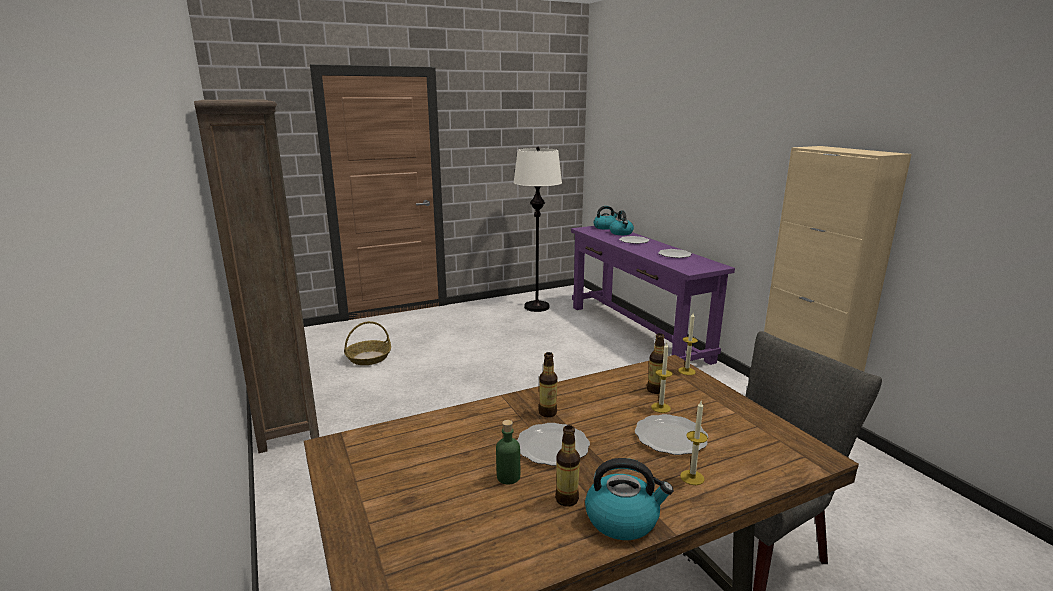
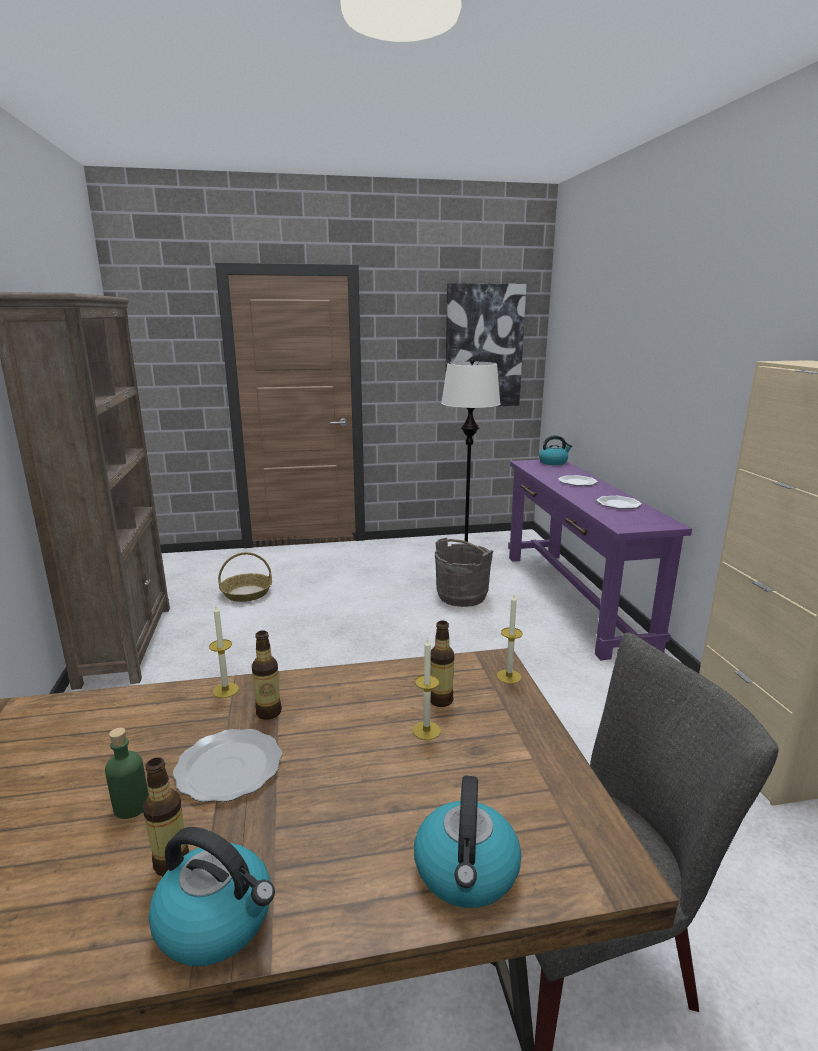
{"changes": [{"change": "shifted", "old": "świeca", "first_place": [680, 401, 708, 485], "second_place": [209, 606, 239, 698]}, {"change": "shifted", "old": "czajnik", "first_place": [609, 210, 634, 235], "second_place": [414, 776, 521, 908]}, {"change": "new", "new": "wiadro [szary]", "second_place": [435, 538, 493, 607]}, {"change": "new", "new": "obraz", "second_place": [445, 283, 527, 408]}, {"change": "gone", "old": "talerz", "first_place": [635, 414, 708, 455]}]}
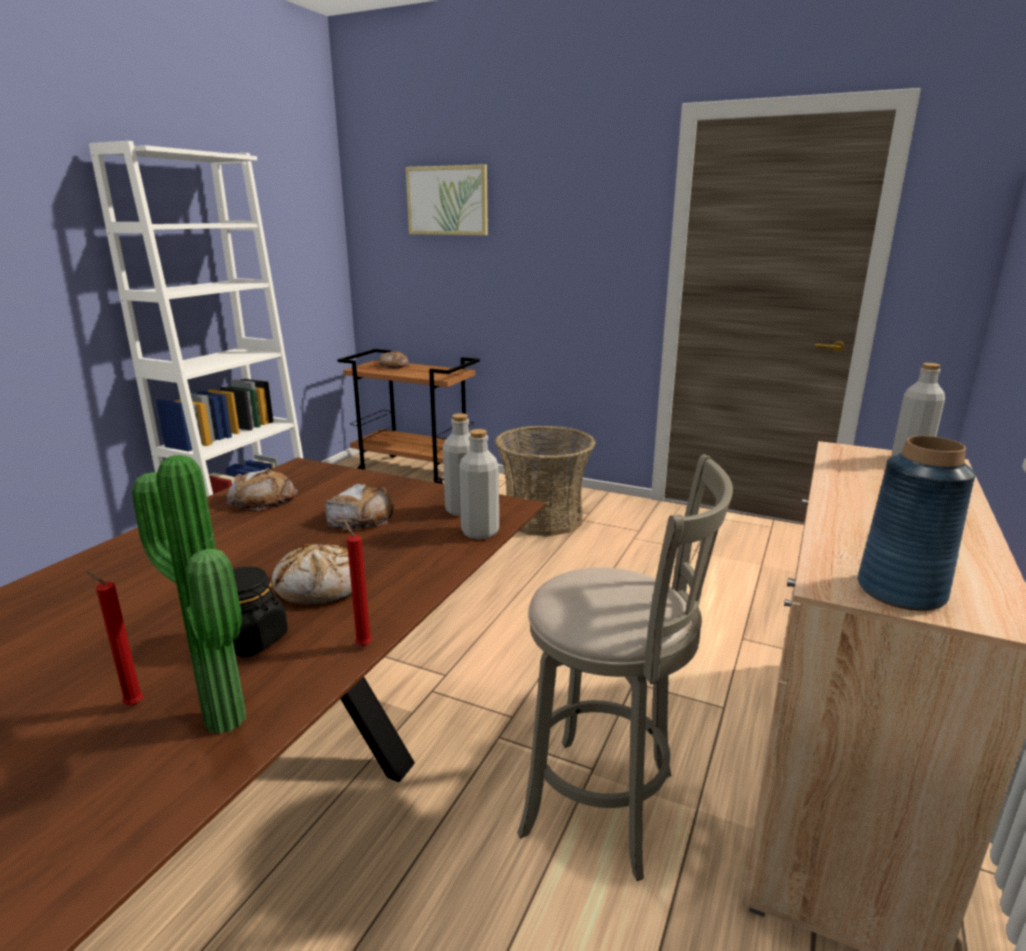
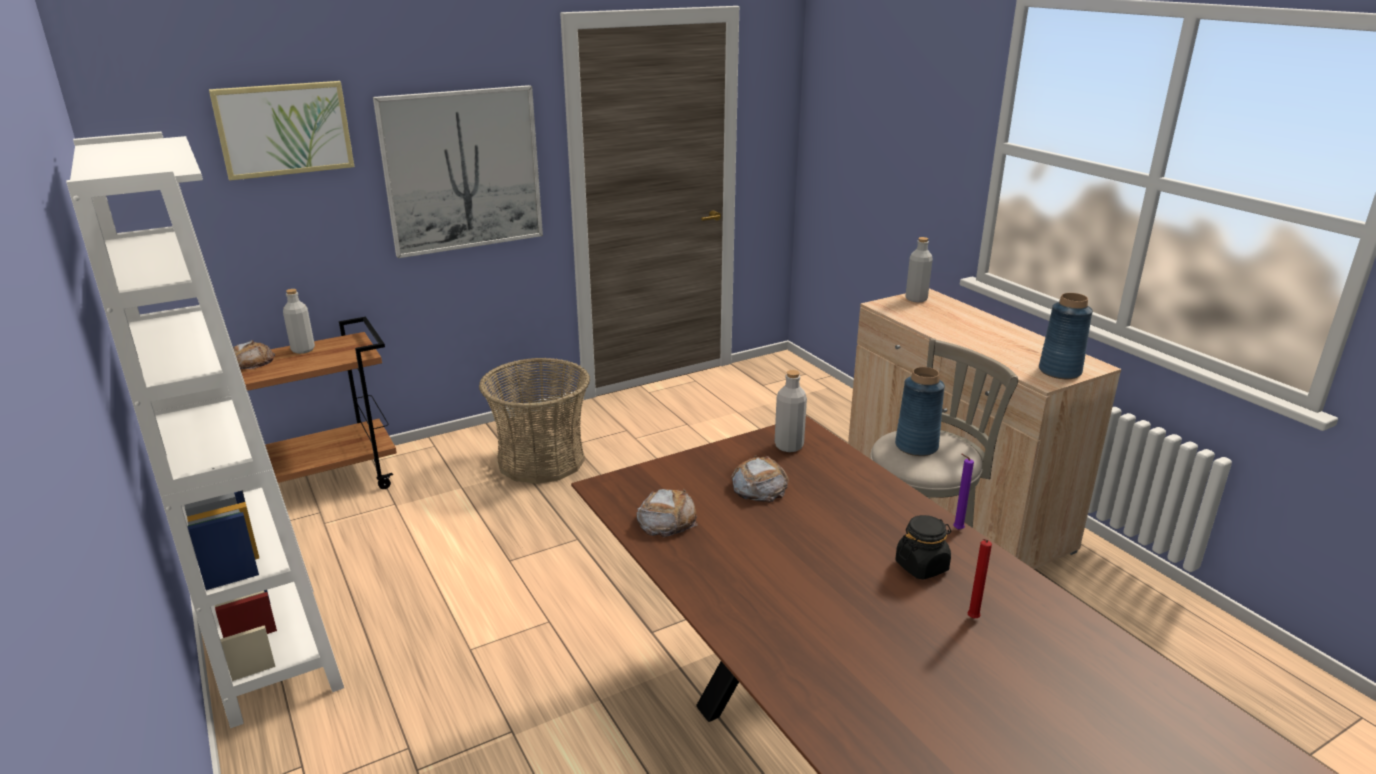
{"changes": [{"change": "shifted", "old": "butelka [szary]", "first_place": [459, 429, 499, 539], "second_place": [283, 289, 315, 354]}, {"change": "new", "new": "obraz", "second_place": [373, 85, 543, 258]}, {"change": "new", "new": "wazon [niebieski]", "second_place": [895, 367, 945, 456]}, {"change": "repainted", "old": "świeca [czerwony]", "new": "świeca [fioletowy]", "first_place": [344, 521, 372, 646], "second_place": [953, 454, 974, 530]}, {"change": "gone", "old": "roślina doniczkowa", "first_place": [132, 455, 246, 734]}, {"change": "gone", "old": "chleb", "first_place": [272, 544, 352, 605]}]}
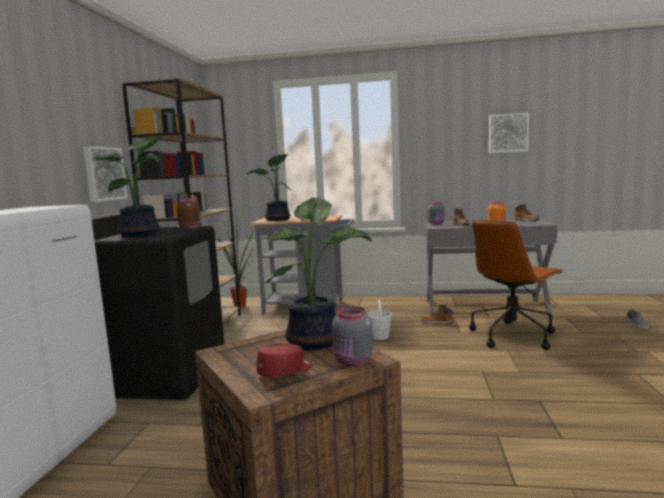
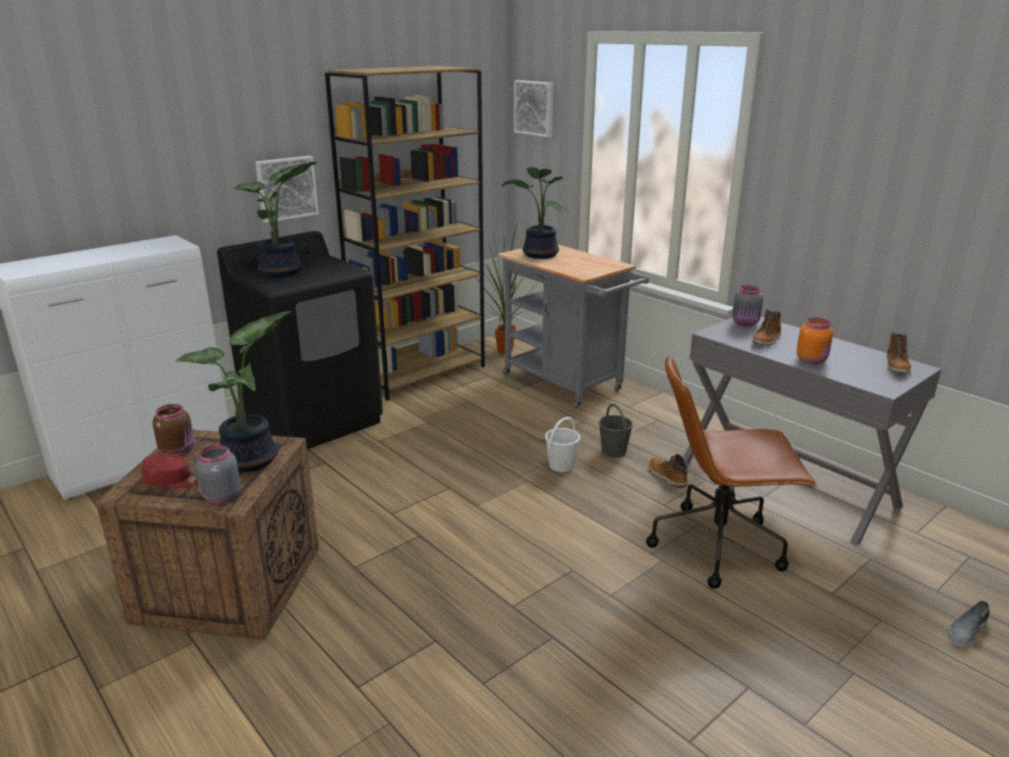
{"changes": [{"change": "shifted", "old": "słoik [brązowy]", "first_place": [177, 198, 202, 229], "second_place": [152, 404, 194, 456]}, {"change": "shifted", "old": "obraz", "first_place": [489, 113, 529, 153], "second_place": [514, 80, 553, 137]}, {"change": "new", "new": "wiadro [szary]", "second_place": [599, 403, 633, 458]}]}
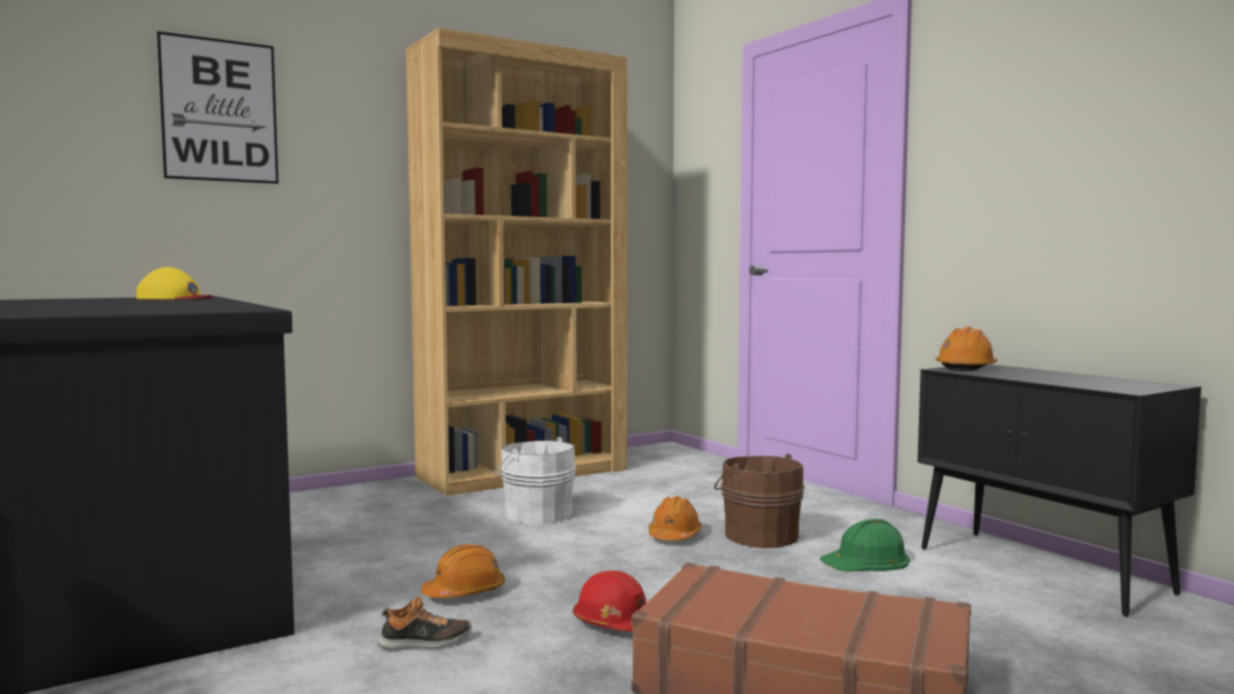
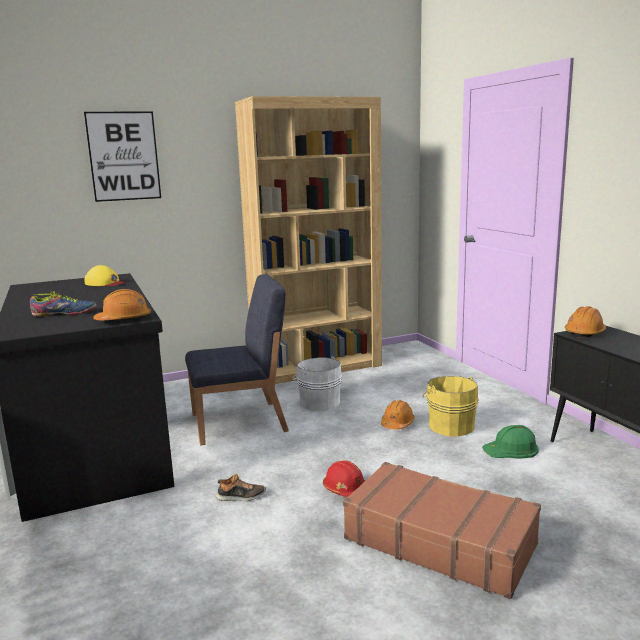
{"changes": [{"change": "new", "new": "but", "second_place": [30, 291, 97, 317]}, {"change": "shifted", "old": "kask [pomarańczowy]", "first_place": [421, 544, 505, 598], "second_place": [93, 289, 151, 320]}, {"change": "new", "new": "krzesło [niebieski]", "second_place": [185, 274, 289, 446]}, {"change": "repainted", "old": "wiadro [brązowy]", "new": "wiadro [żółty]", "first_place": [714, 454, 805, 548], "second_place": [422, 376, 479, 437]}]}
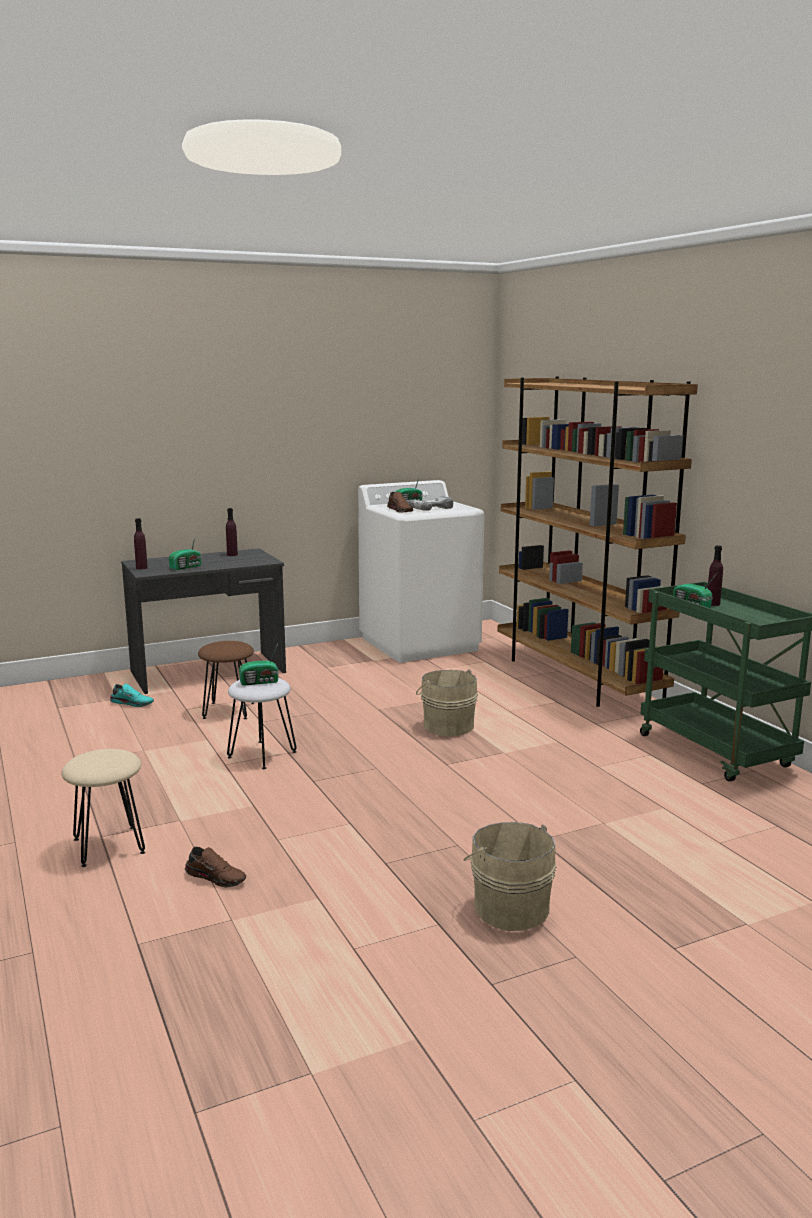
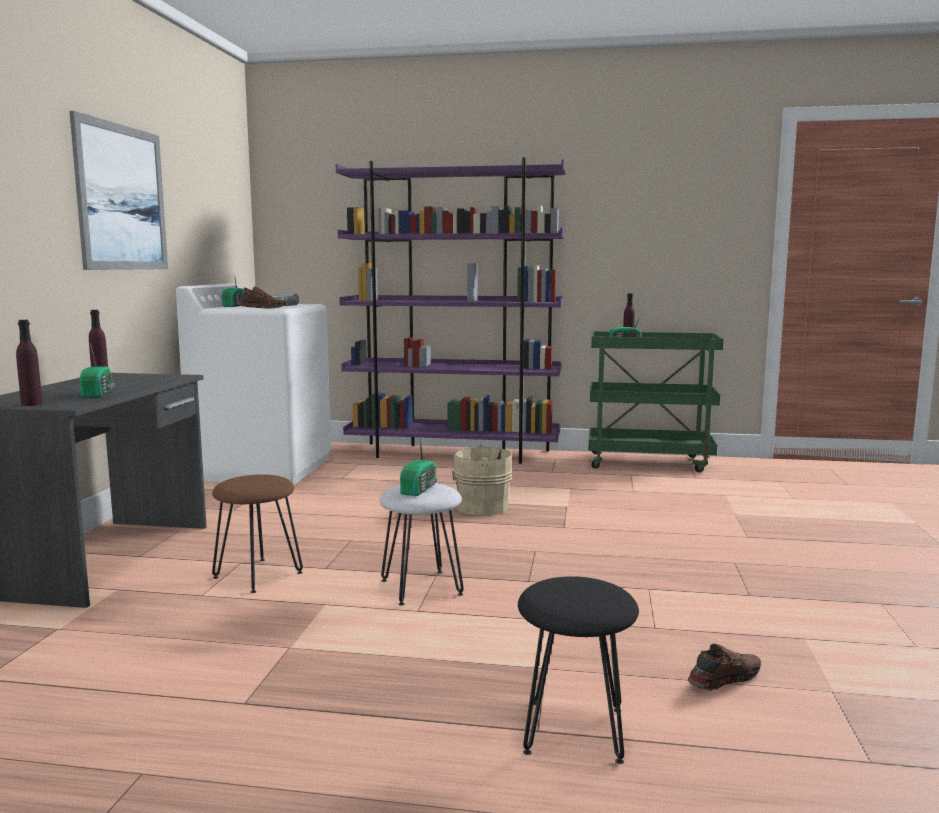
{"changes": [{"change": "new", "new": "obraz", "second_place": [69, 111, 168, 270]}, {"change": "repainted", "old": "regał [brązowy]", "new": "regał [fioletowy]", "first_place": [497, 376, 698, 707], "second_place": [336, 158, 566, 464]}, {"change": "repainted", "old": "stołek [beżowy]", "new": "stołek [czarny]", "first_place": [61, 749, 145, 867], "second_place": [518, 576, 639, 764]}, {"change": "gone", "old": "but [turkusowy]", "first_place": [110, 683, 154, 707]}, {"change": "gone", "old": "wiadro [beżowy]", "first_place": [463, 822, 557, 931]}]}
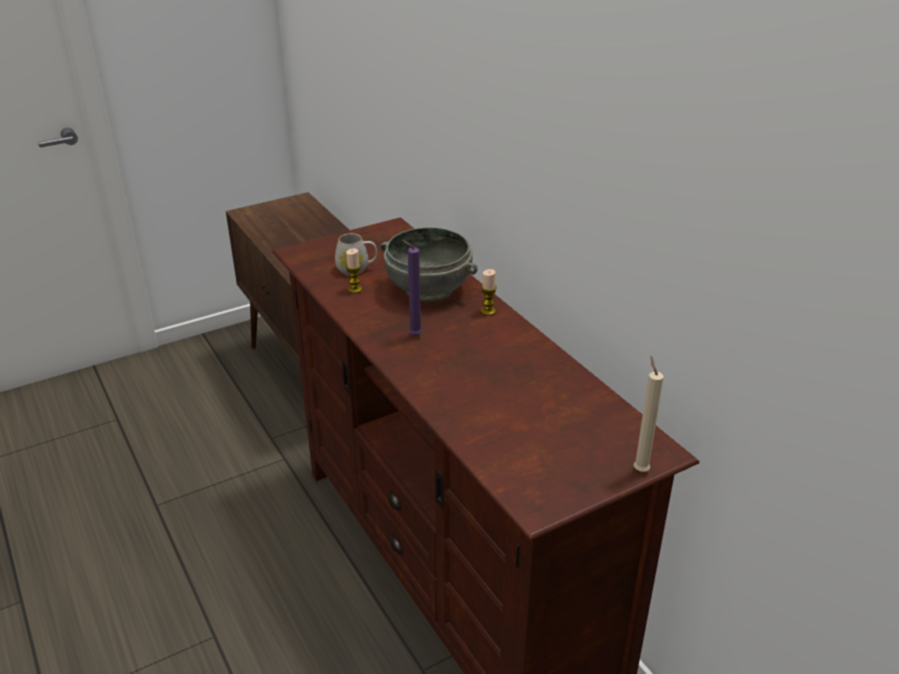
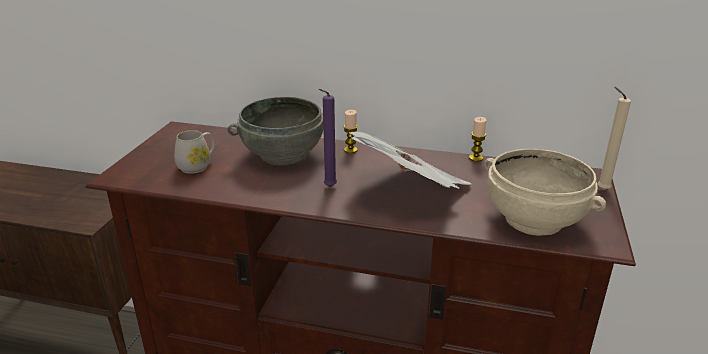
{"changes": [{"change": "new", "new": "gazeta", "second_place": [349, 132, 471, 189]}, {"change": "shifted", "old": "świeca", "first_place": [346, 249, 362, 293], "second_place": [469, 117, 486, 162]}, {"change": "new", "new": "miska [beżowy]", "second_place": [484, 149, 606, 236]}]}
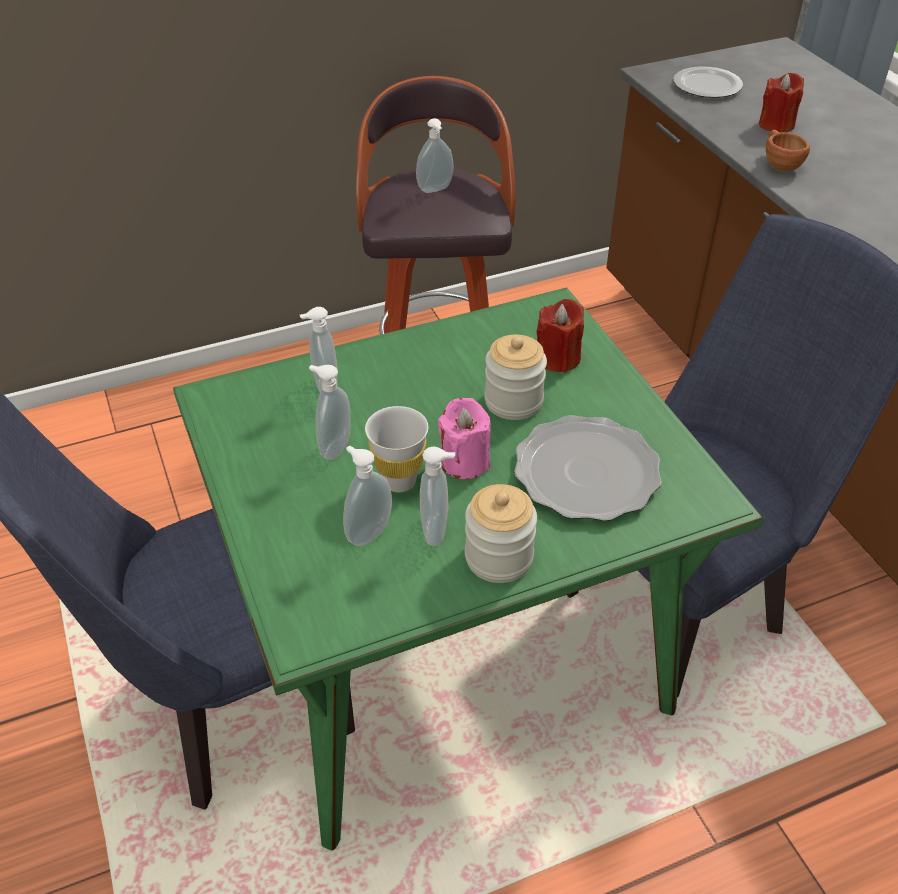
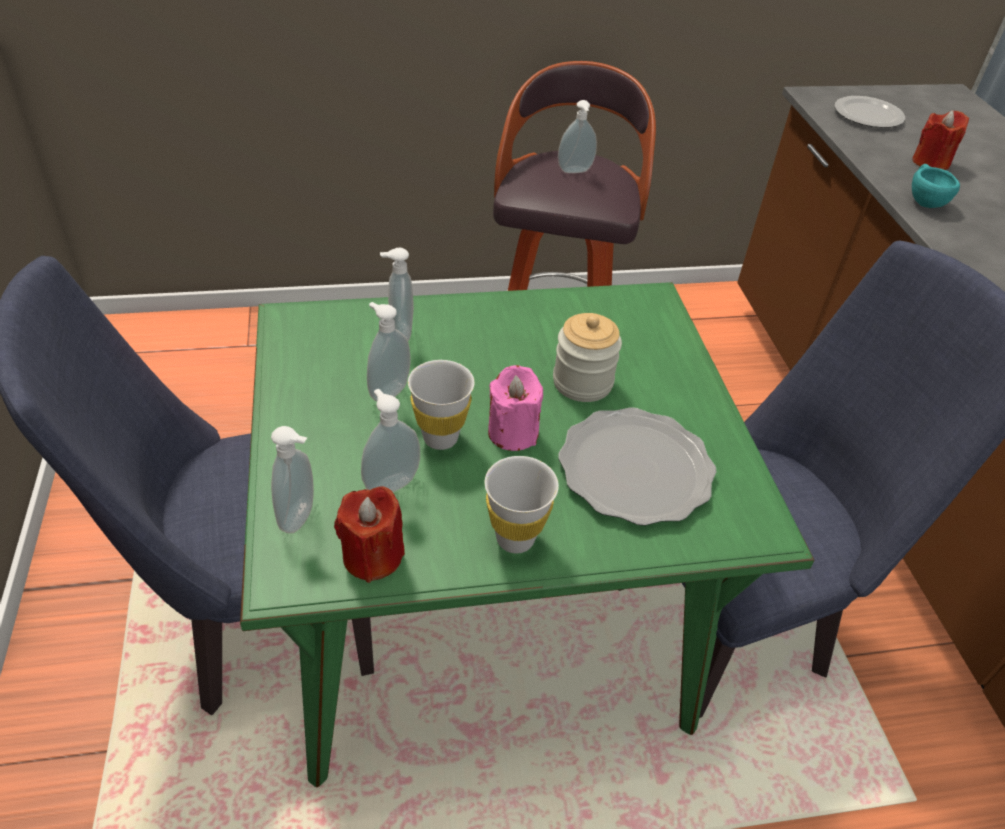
{"changes": [{"change": "shifted", "old": "dozownik mydła", "first_place": [420, 446, 455, 546], "second_place": [271, 426, 314, 534]}, {"change": "shifted", "old": "świeca [czerwony]", "first_place": [536, 299, 584, 373], "second_place": [334, 487, 405, 583]}, {"change": "swapped", "old": "słoik", "new": "filiżanka [biały]", "first_place": [465, 484, 537, 583], "second_place": [485, 456, 559, 553]}, {"change": "repainted", "old": "filiżanka [brązowy]", "new": "filiżanka [turkusowy]", "first_place": [766, 130, 810, 172], "second_place": [912, 164, 960, 208]}]}
